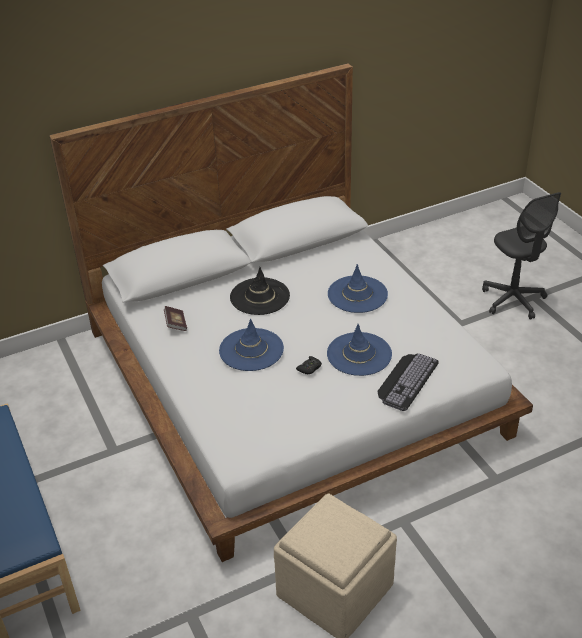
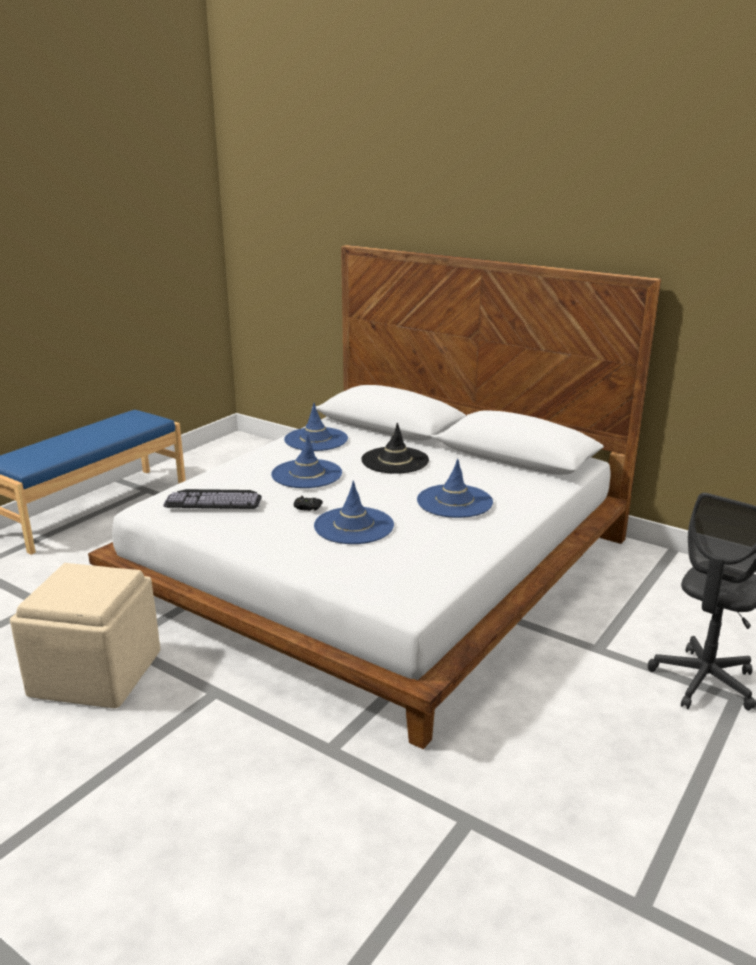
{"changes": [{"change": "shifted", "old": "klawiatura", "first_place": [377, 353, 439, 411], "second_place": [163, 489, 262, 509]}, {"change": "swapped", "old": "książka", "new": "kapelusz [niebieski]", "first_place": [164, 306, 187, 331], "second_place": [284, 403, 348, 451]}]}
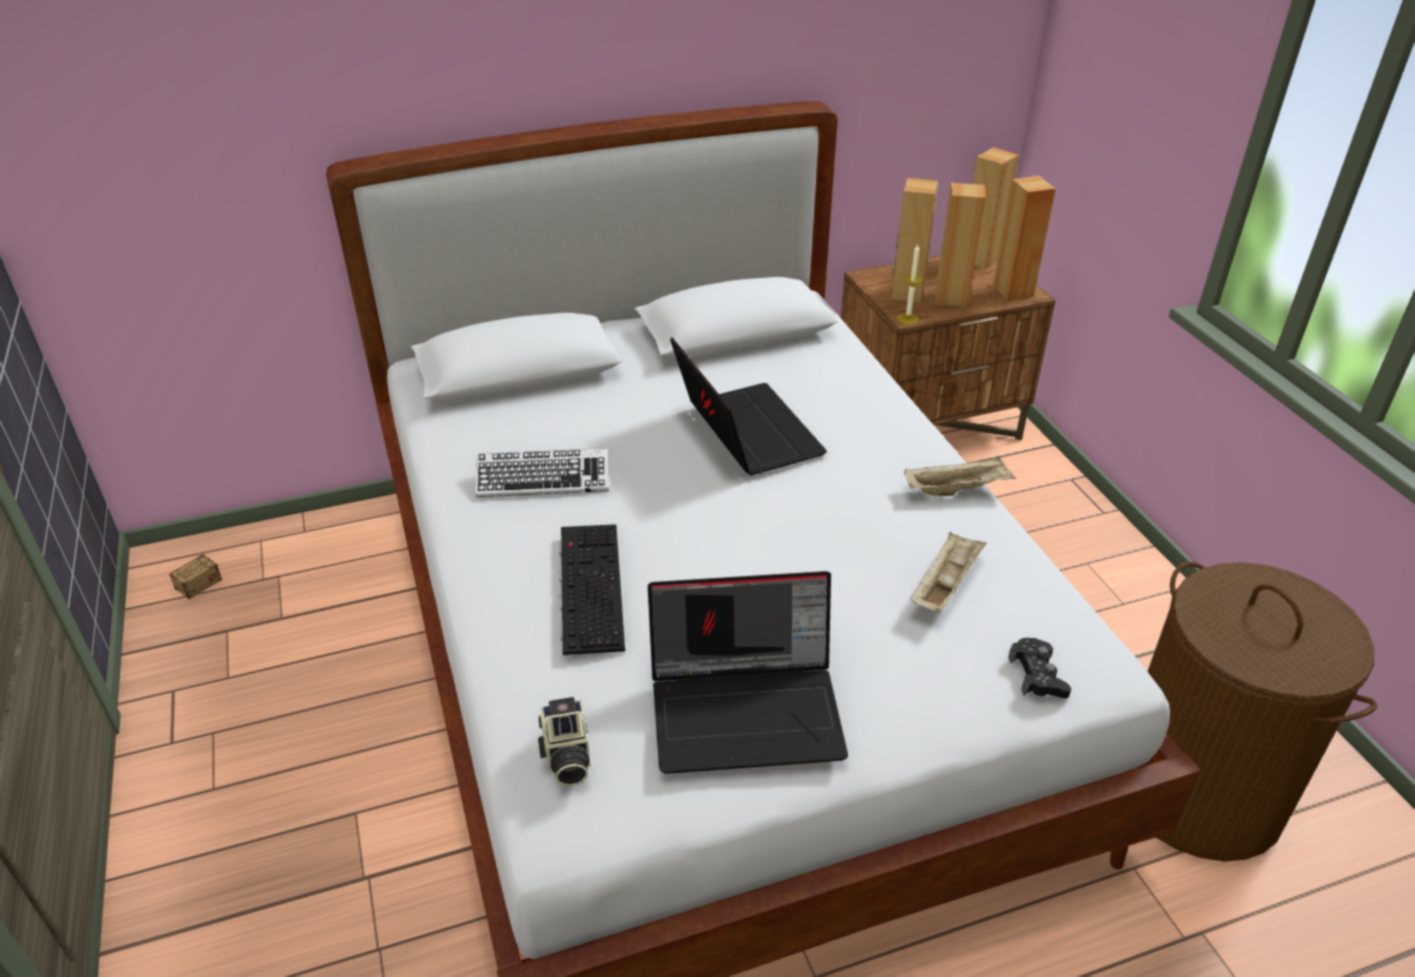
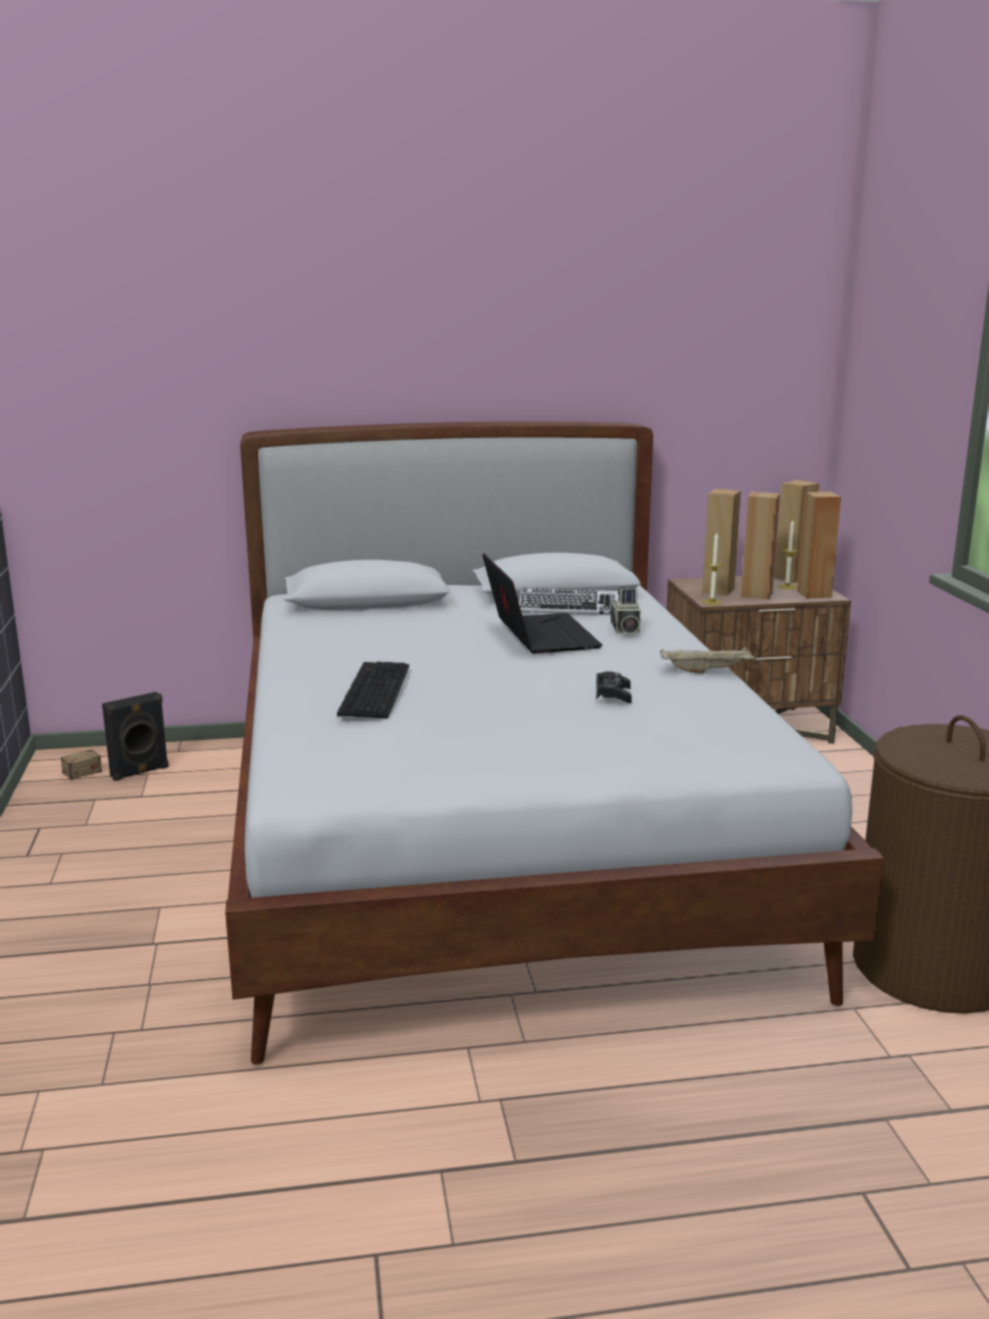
{"changes": [{"change": "new", "new": "głośnik [czarny]", "second_place": [102, 692, 169, 781]}, {"change": "shifted", "old": "klawiatura", "first_place": [476, 448, 609, 497], "second_place": [519, 588, 618, 615]}, {"change": "shifted", "old": "pad do gier [czarny]", "first_place": [1008, 638, 1071, 698], "second_place": [596, 671, 632, 703]}, {"change": "shifted", "old": "aparat fotograficzny", "first_place": [538, 697, 590, 787], "second_place": [609, 587, 641, 634]}, {"change": "new", "new": "świeca", "second_place": [778, 520, 798, 589]}, {"change": "gone", "old": "laptop", "first_place": [648, 571, 848, 774]}, {"change": "gone", "old": "taca [beżowy]", "first_place": [911, 532, 987, 613]}]}
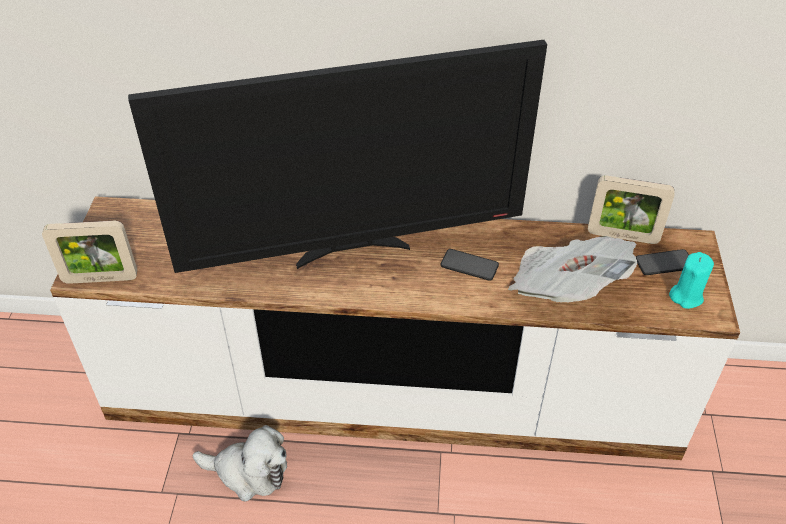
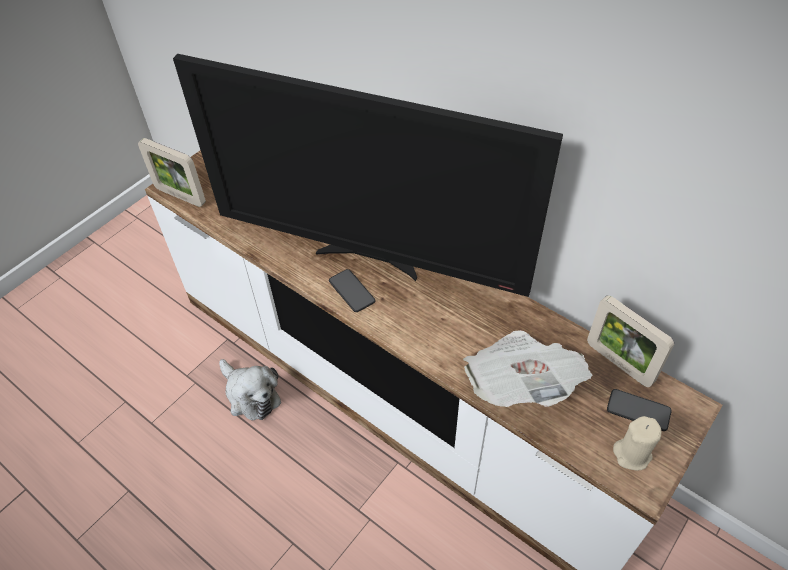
{"changes": [{"change": "shifted", "old": "telefon", "first_place": [440, 249, 499, 281], "second_place": [329, 269, 376, 312]}, {"change": "repainted", "old": "świeca [turkusowy]", "new": "świeca [beżowy]", "first_place": [669, 252, 714, 309], "second_place": [613, 416, 661, 471]}]}
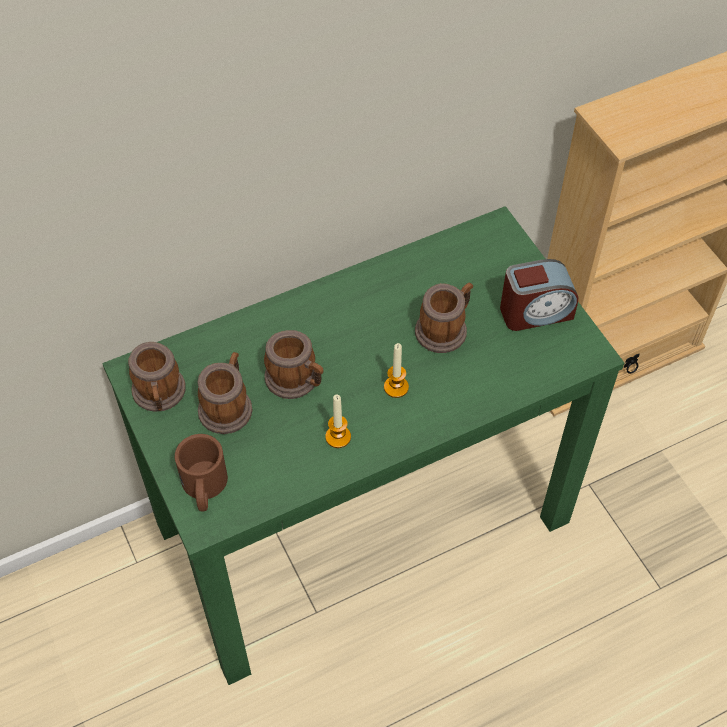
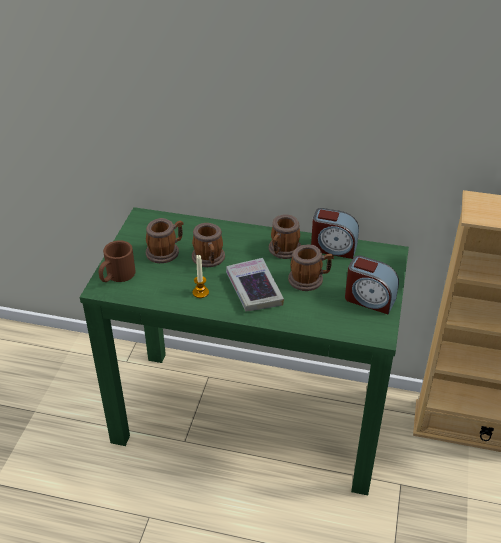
{"changes": [{"change": "swapped", "old": "świeca", "new": "książka", "first_place": [384, 343, 409, 398], "second_place": [226, 258, 284, 311]}, {"change": "shifted", "old": "kubek", "first_place": [128, 342, 186, 411], "second_place": [269, 214, 301, 259]}, {"change": "new", "new": "budzik", "second_place": [311, 208, 359, 259]}]}
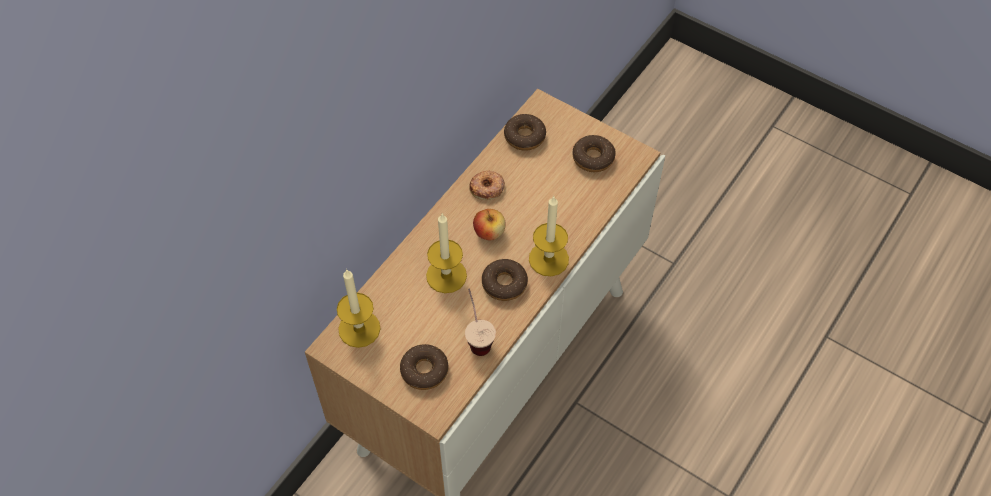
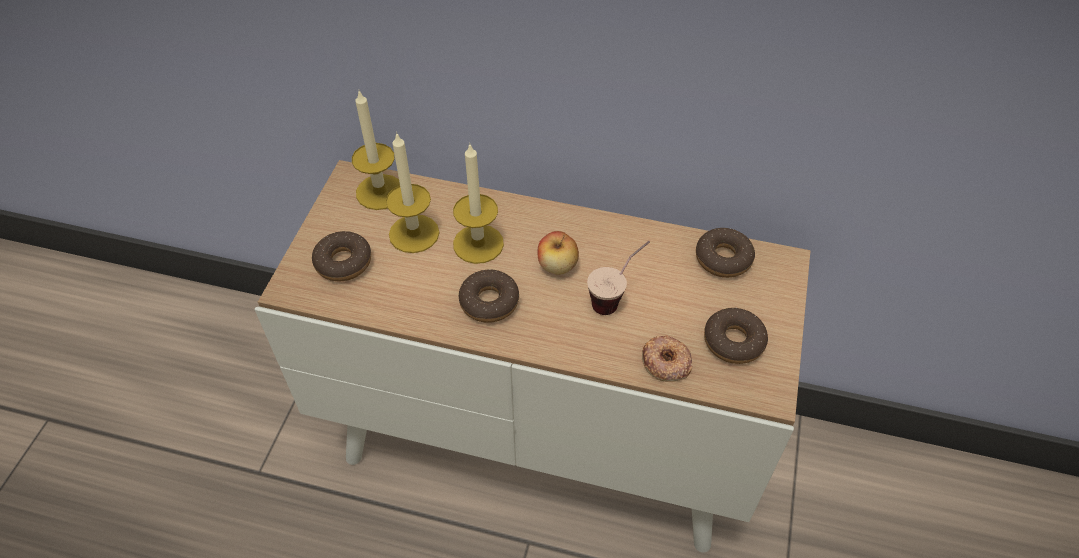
{"changes": [{"change": "shifted", "old": "świeca", "first_place": [529, 195, 569, 276], "second_place": [386, 132, 439, 253]}, {"change": "shifted", "old": "filiżanka", "first_place": [465, 288, 496, 356], "second_place": [587, 241, 650, 315]}, {"change": "shifted", "old": "donut", "first_place": [469, 170, 505, 200], "second_place": [642, 335, 692, 382]}]}
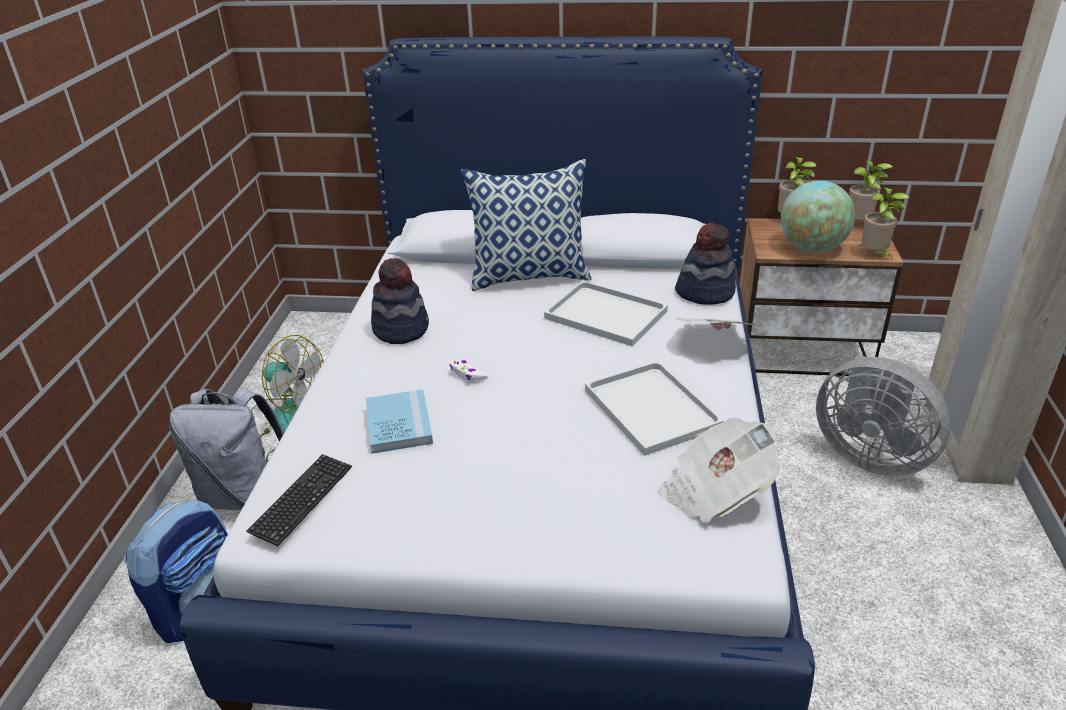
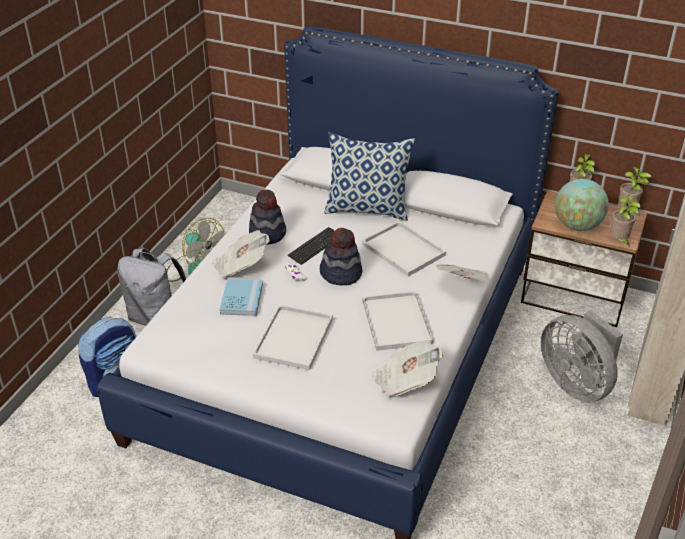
{"changes": [{"change": "new", "new": "gazeta", "second_place": [212, 230, 270, 278]}, {"change": "new", "new": "taca [biały]", "second_place": [253, 305, 333, 370]}, {"change": "shifted", "old": "klawiatura", "first_place": [246, 454, 352, 546], "second_place": [288, 227, 335, 265]}, {"change": "shifted", "old": "kapelusz", "first_place": [675, 223, 736, 305], "second_place": [320, 228, 362, 286]}]}
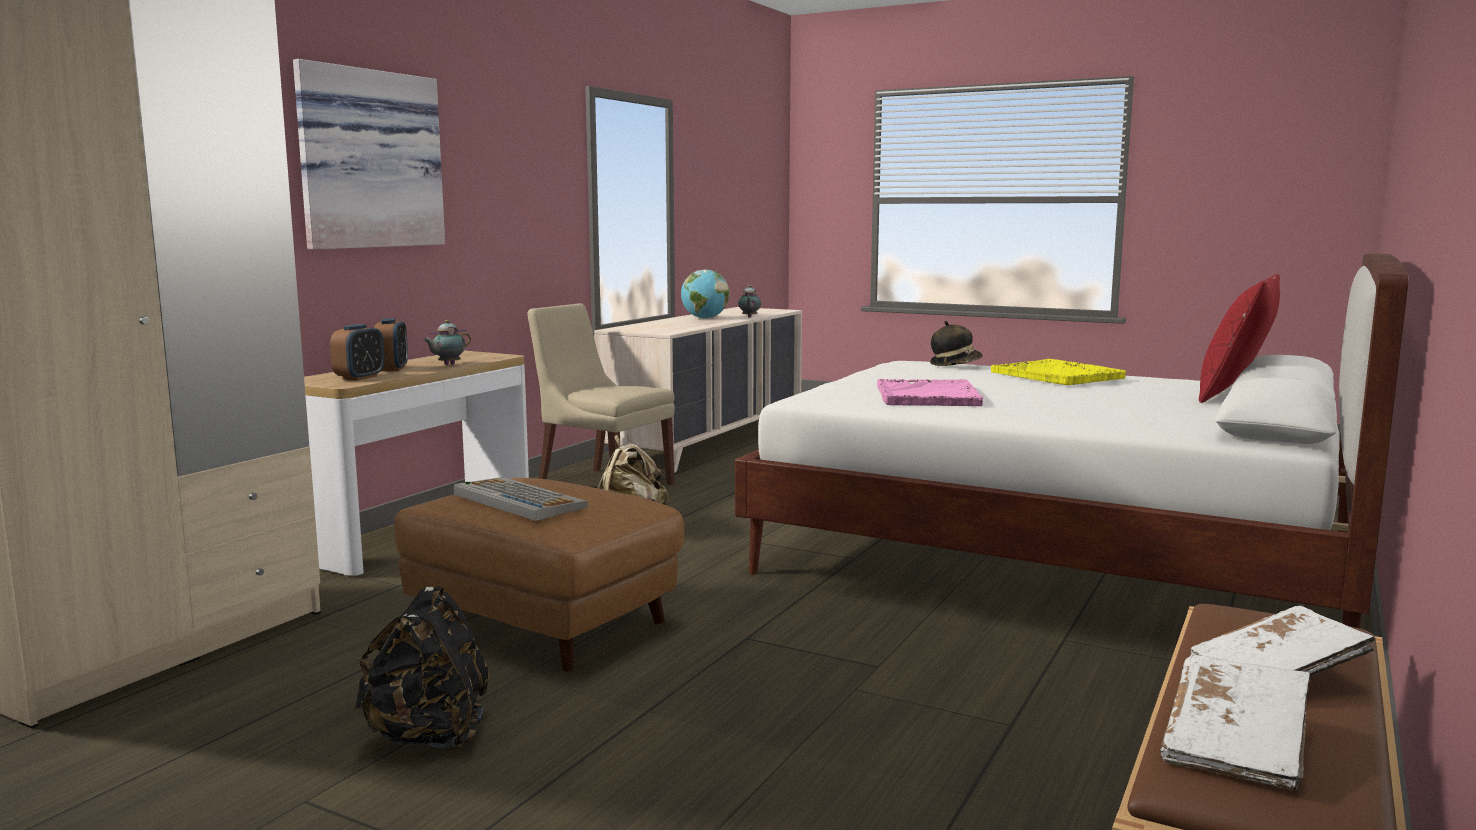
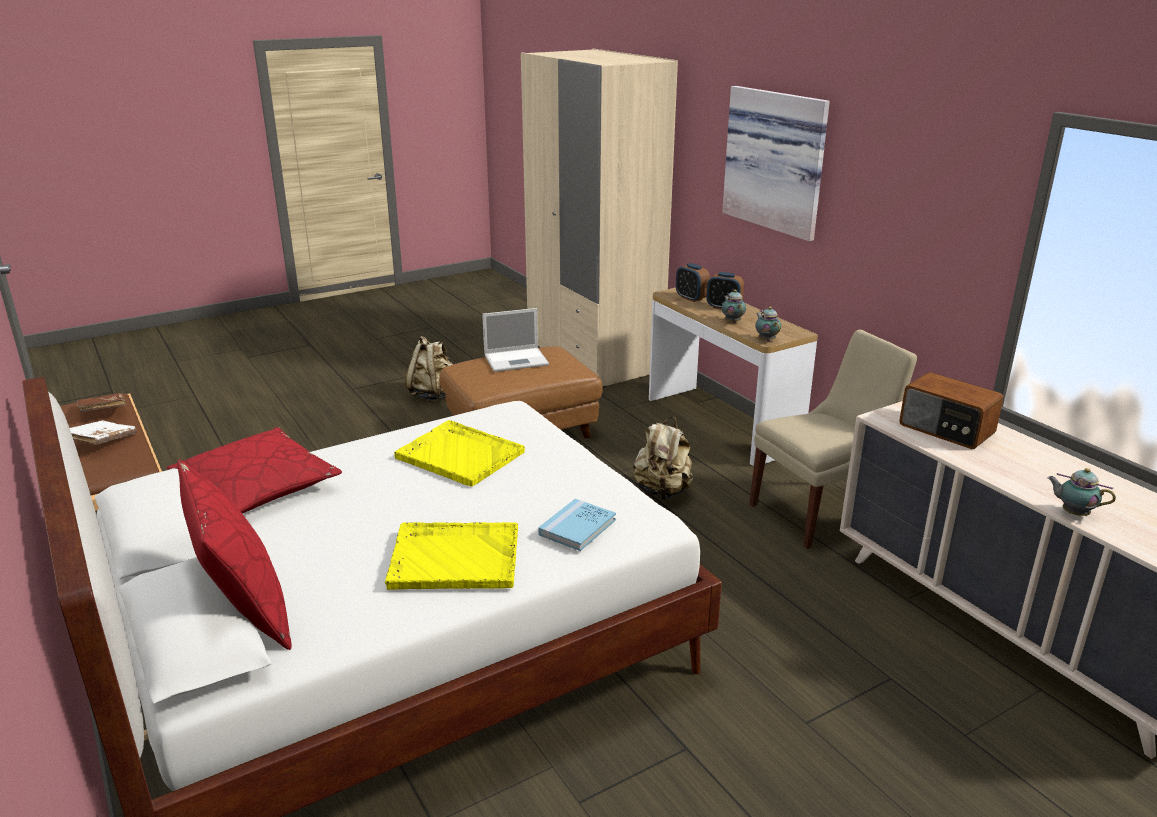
{"changes": [{"change": "repainted", "old": "książka [biały]", "new": "książka [brązowy]", "first_place": [1159, 655, 1310, 790], "second_place": [76, 393, 126, 412]}, {"change": "new", "new": "poduszka [czerwony]", "second_place": [167, 427, 342, 513]}, {"change": "repainted", "old": "taca [różowy]", "new": "taca [żółty]", "first_place": [877, 379, 983, 406], "second_place": [394, 420, 525, 487]}, {"change": "repainted", "old": "plecak [czarny]", "new": "plecak [beżowy]", "first_place": [355, 586, 490, 749], "second_place": [405, 336, 453, 400]}, {"change": "swapped", "old": "klawiatura", "new": "laptop", "first_place": [454, 477, 588, 521], "second_place": [482, 308, 549, 372]}, {"change": "swapped", "old": "kapelusz", "new": "książka [niebieski]", "first_place": [930, 321, 982, 366], "second_place": [538, 499, 616, 551]}, {"change": "new", "new": "imbryk", "second_place": [755, 307, 781, 342]}, {"change": "new", "new": "radio", "second_place": [899, 372, 1004, 449]}, {"change": "gone", "old": "globus", "first_place": [681, 270, 729, 319]}]}
